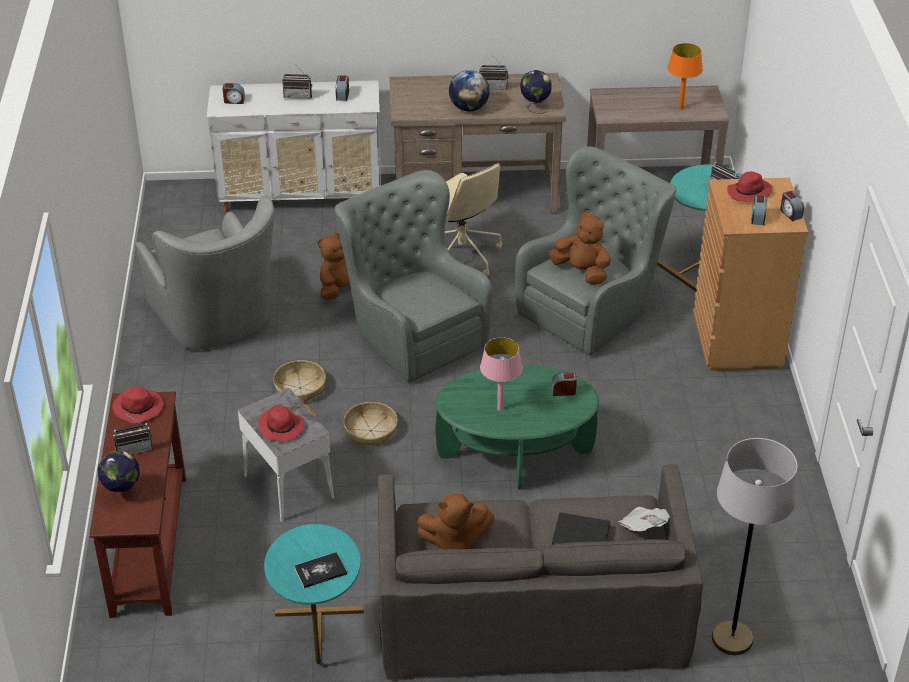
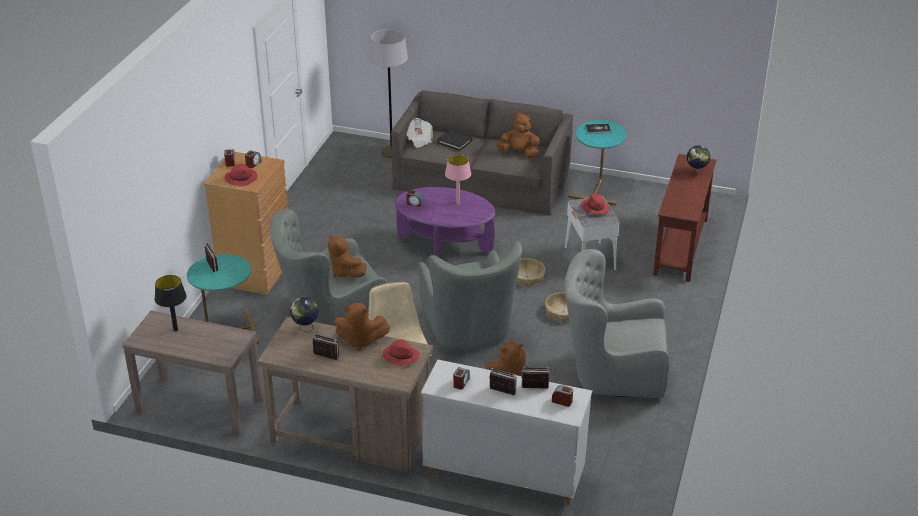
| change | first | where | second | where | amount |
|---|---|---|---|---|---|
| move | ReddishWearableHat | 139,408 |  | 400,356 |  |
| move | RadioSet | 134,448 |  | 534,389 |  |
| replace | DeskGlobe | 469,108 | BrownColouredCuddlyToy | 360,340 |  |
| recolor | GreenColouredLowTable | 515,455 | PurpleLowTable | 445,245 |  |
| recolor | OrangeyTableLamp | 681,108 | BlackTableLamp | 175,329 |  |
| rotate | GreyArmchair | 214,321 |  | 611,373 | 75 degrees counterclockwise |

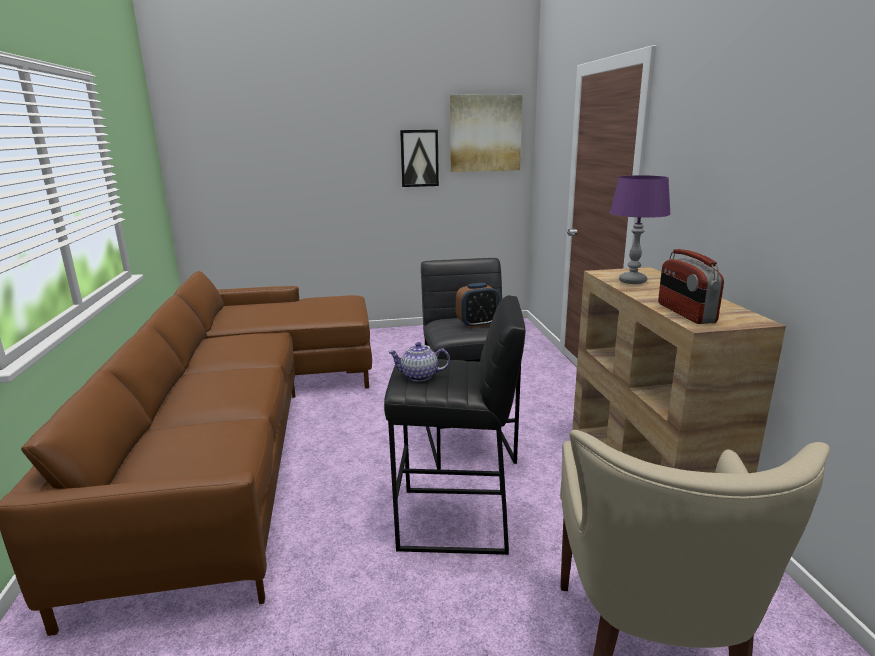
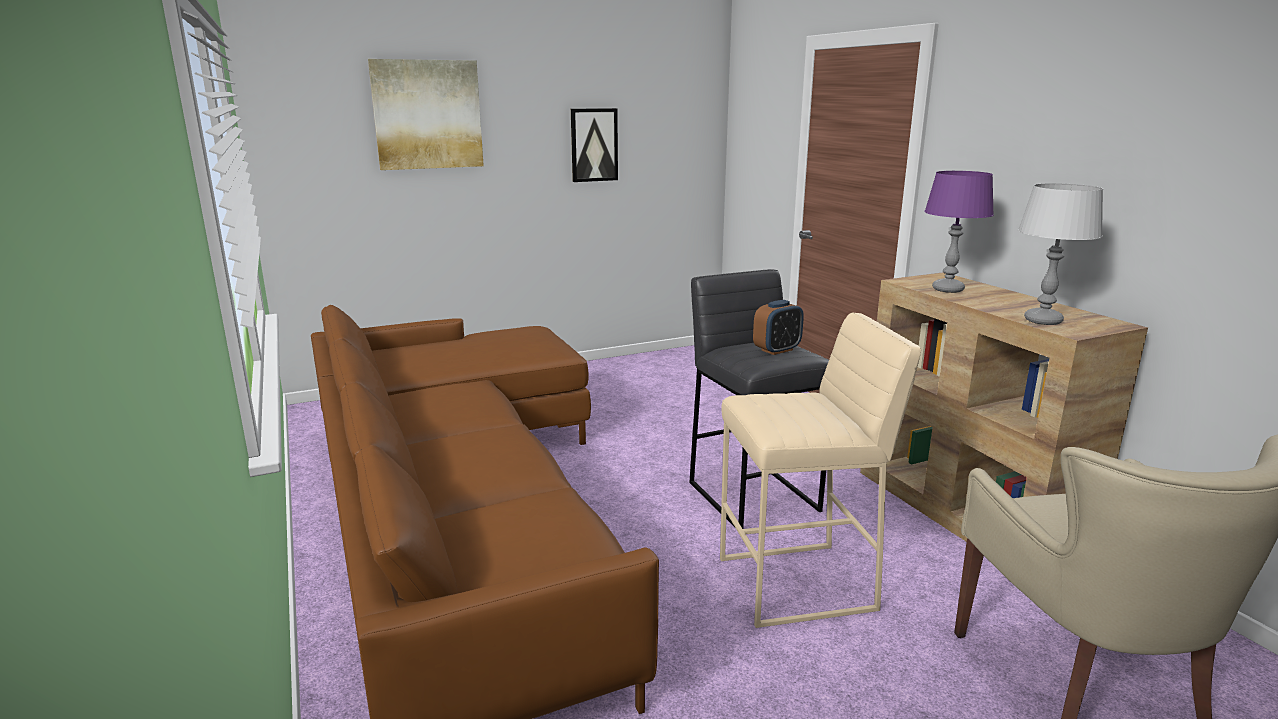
| change | first | where | second | where | amount |
|---|---|---|---|---|---|
| delete | TeaPot | 419,376 |  |  |  |
| move | WallPicture | 485,133 |  | 427,115 |  |
| replace | RadioSet | 685,313 | GreyTableLamp | 1043,321 |  |
| recolor | BlackSittingStool | 456,520 | SandColouredSittingStool | 798,583 |  |

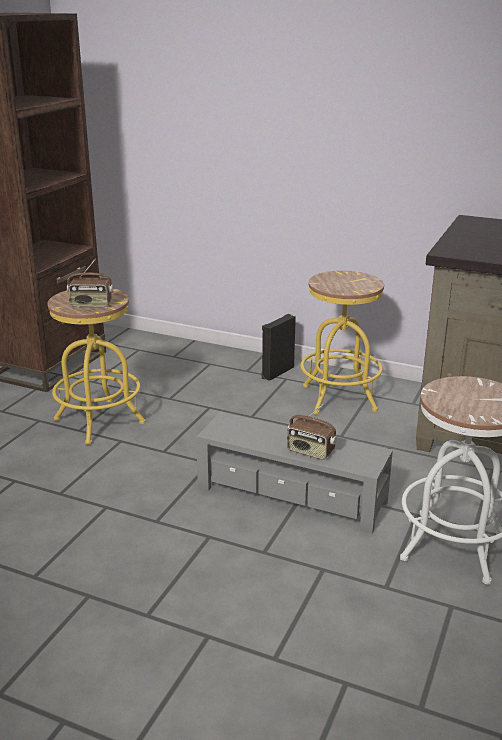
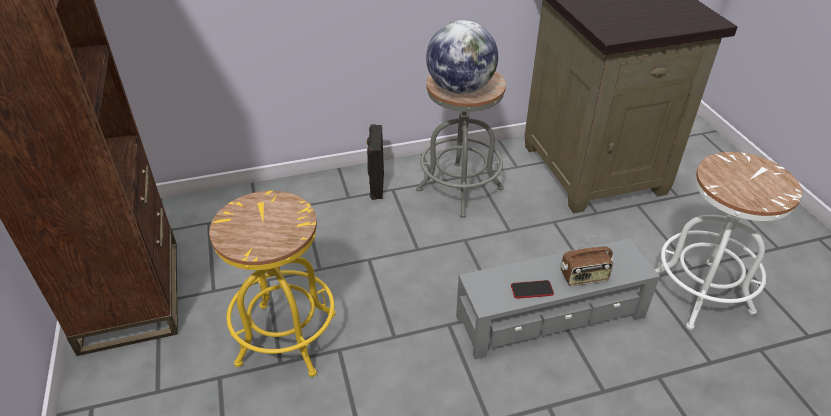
| change | first | where | second | where | amount |
|---|---|---|---|---|---|
| delete | RadioSet | 91,305 |  |  |  |
| insert |  |  | DeskGlobe | 460,89 |  |
| insert |  |  | Handset | 532,290 |  |
| recolor | YellowishSittingStool | 339,398 | GreySittingStool | 459,189 |  |

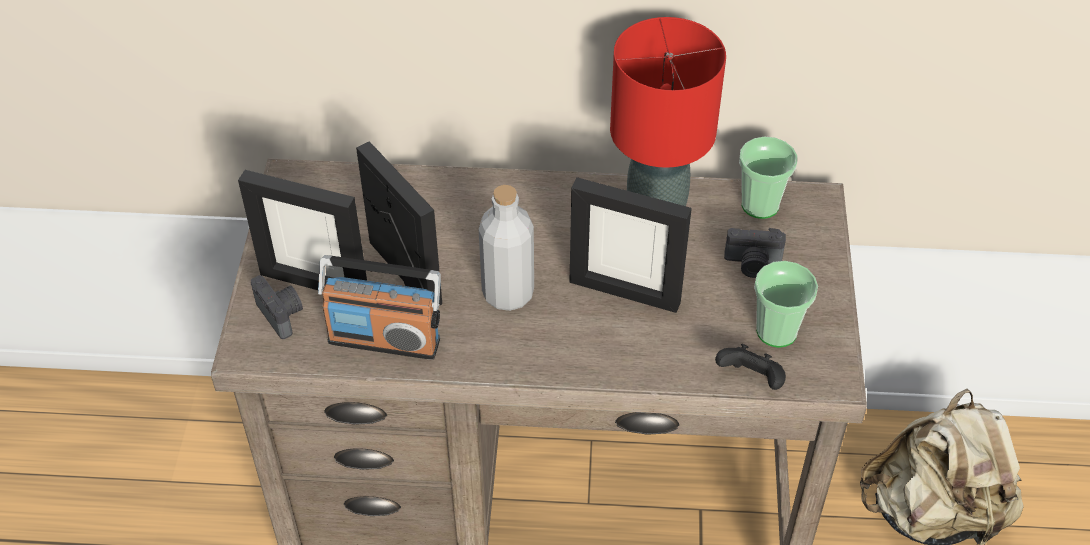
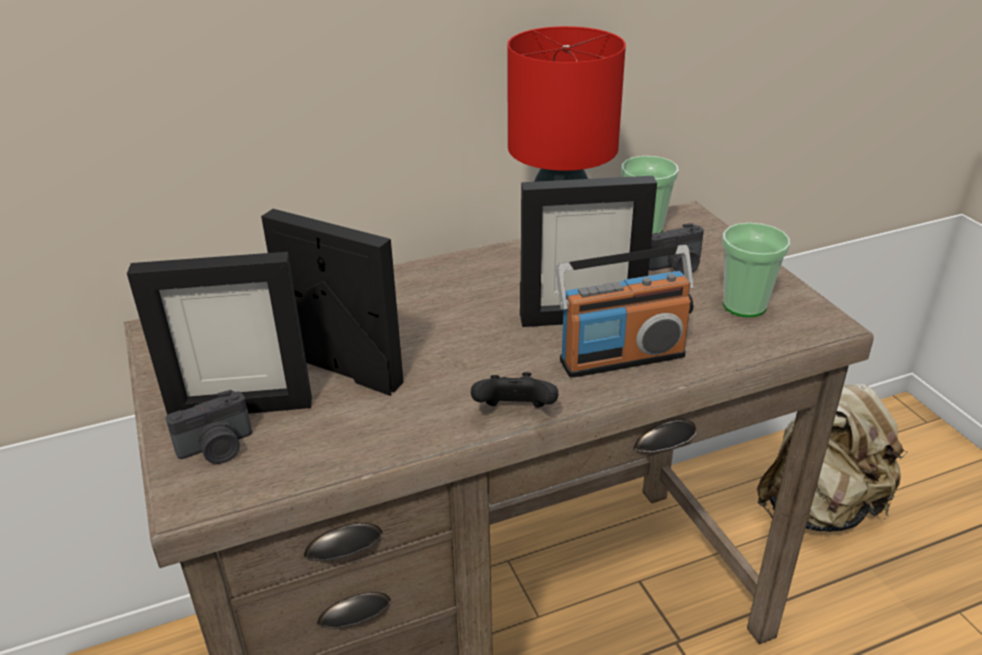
| change | first | where | second | where | amount |
|---|---|---|---|---|---|
| delete | GreyBottle | 508,293 |  |  |  |
| move | RadioSet | 384,339 |  | 621,357 |  |
| move | BlackGameController | 751,379 |  | 515,413 |  |
| rotate | StillCamera | 282,314 |  | 217,449 | 120 degrees clockwise |

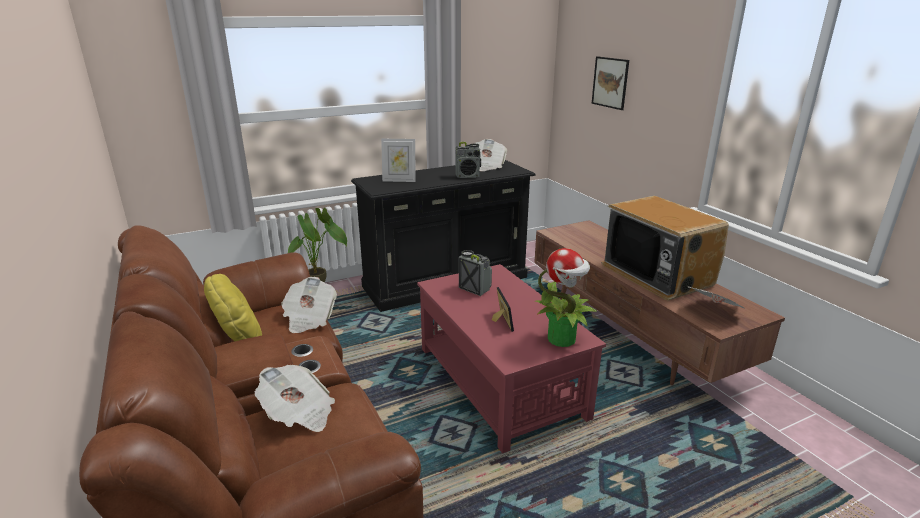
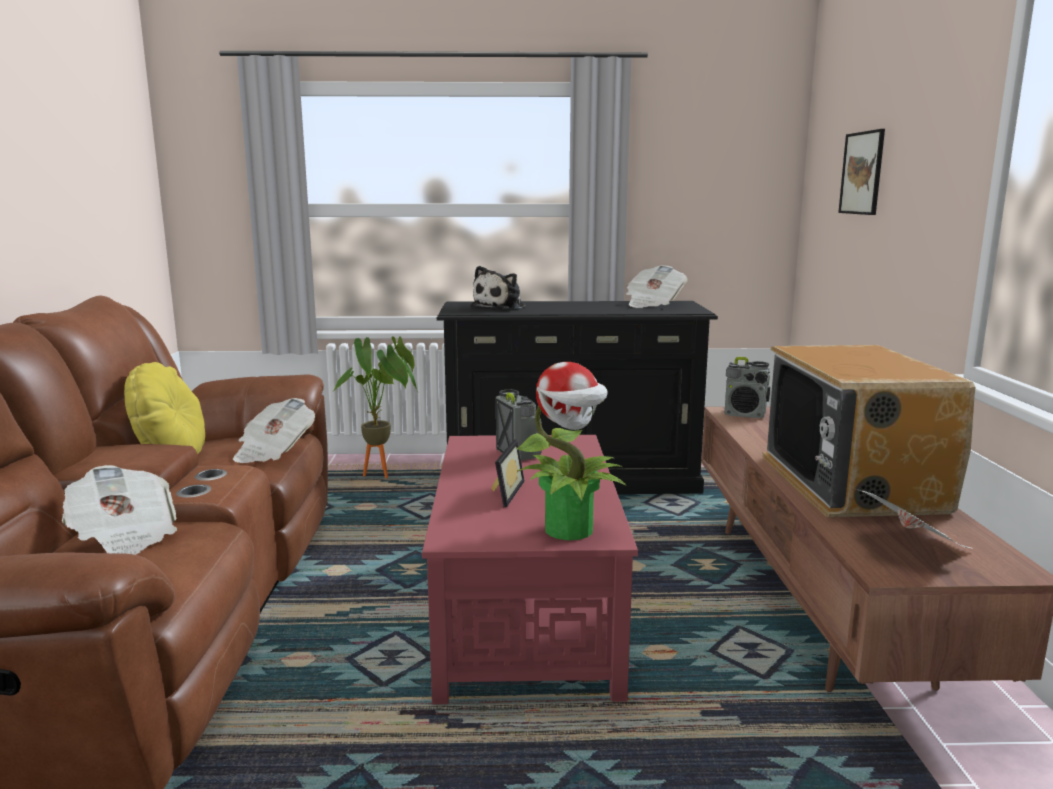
| change | first | where | second | where | amount |
|---|---|---|---|---|---|
| move | RadioSet | 468,176 |  | 745,415 |  |
| replace | PhotoFrame | 399,180 | CuddlyToy | 501,306 |  |

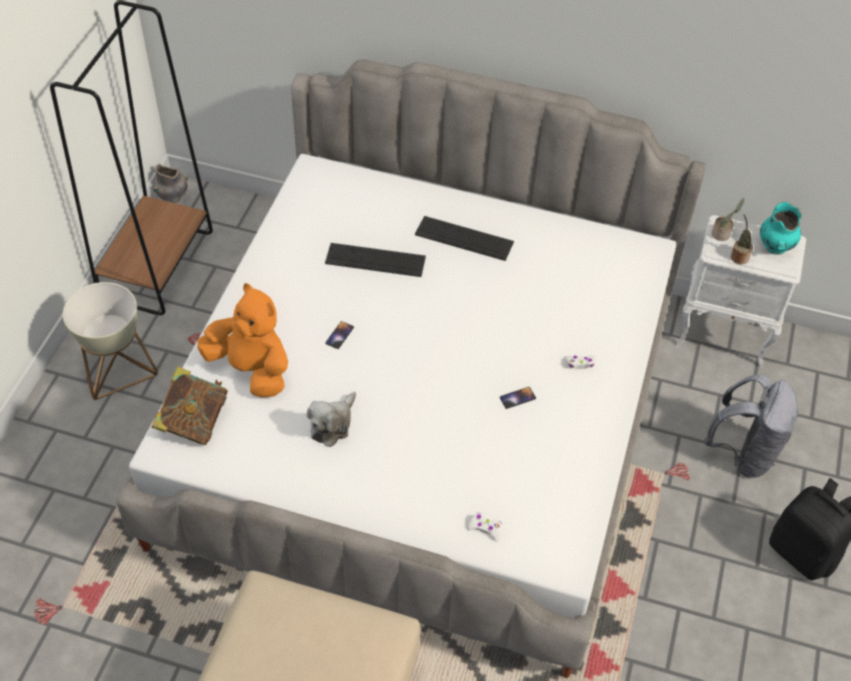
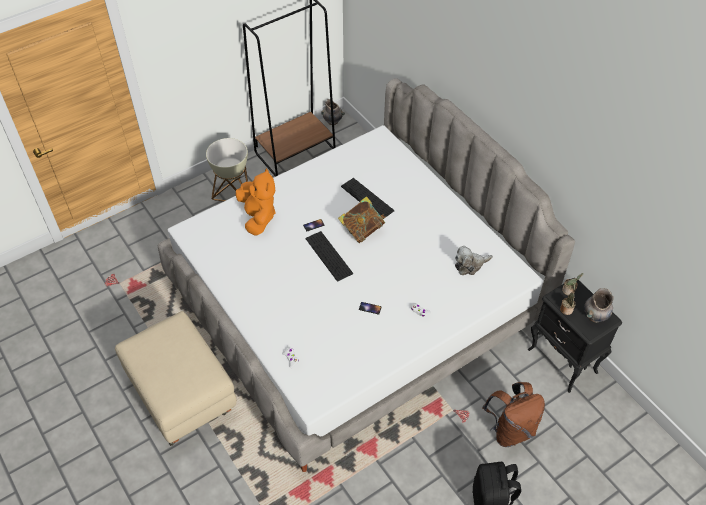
| change | first | where | second | where | amount |
|---|---|---|---|---|---|
| move | Book | 193,422 |  | 362,230 |  |
| move | CuddlyToy | 332,424 |  | 470,265 |  |
| move | PcKeyboard | 464,238 |  | 329,256 |  |
| recolor | WhiteColouredNightstand | 723,336 | BlackNightstand | 563,361 |  |
| recolor | GreyRucksack | 743,452 | BrownColouredRucksack | 510,429 |  |
| recolor | BlueGreenDecorativeVase | 775,247 | GreyDecorativeVase | 594,316 |  |

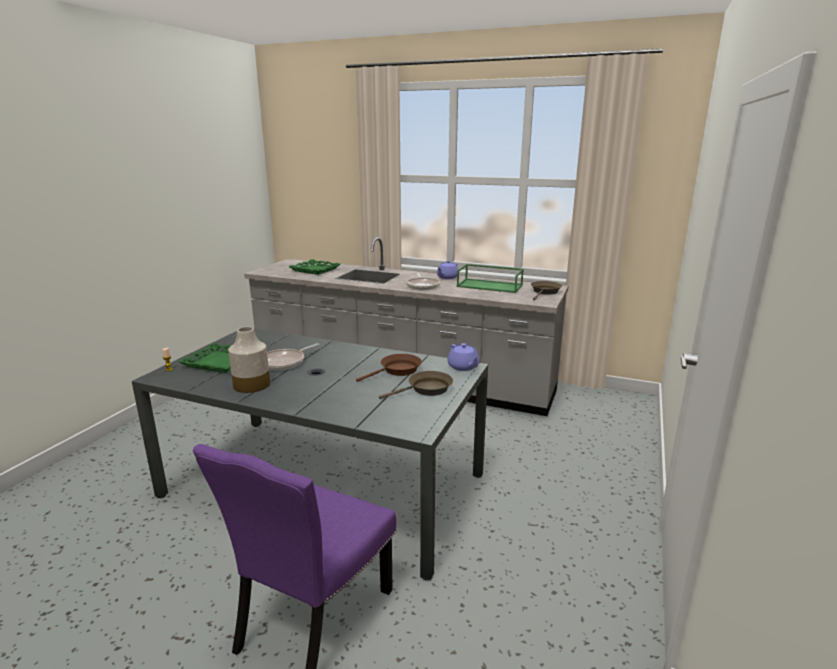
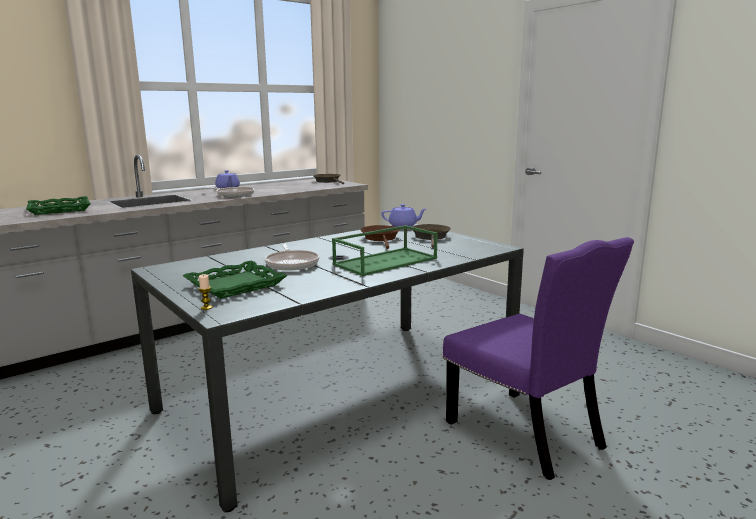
| change | first | where | second | where | amount |
|---|---|---|---|---|---|
| delete | SandColouredDecorativeVase | 252,384 |  |  |  |
| move | GreenColouredCarryingTray | 490,286 |  | 386,261 |  |

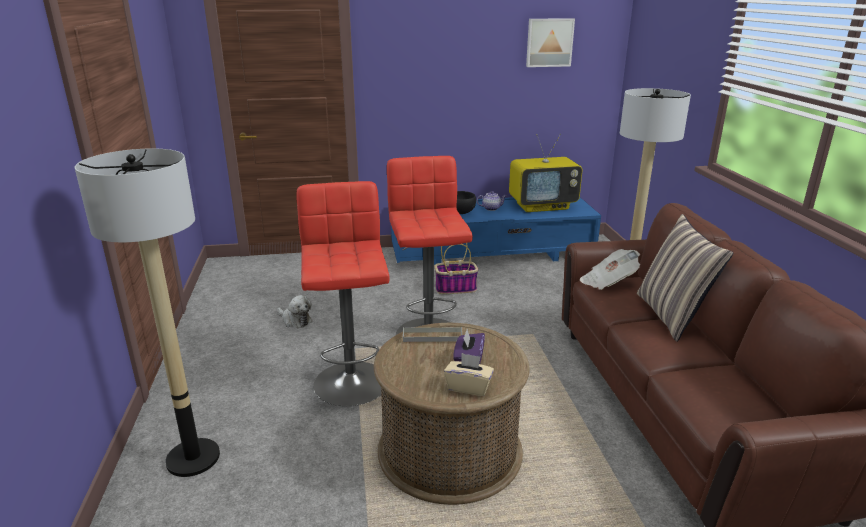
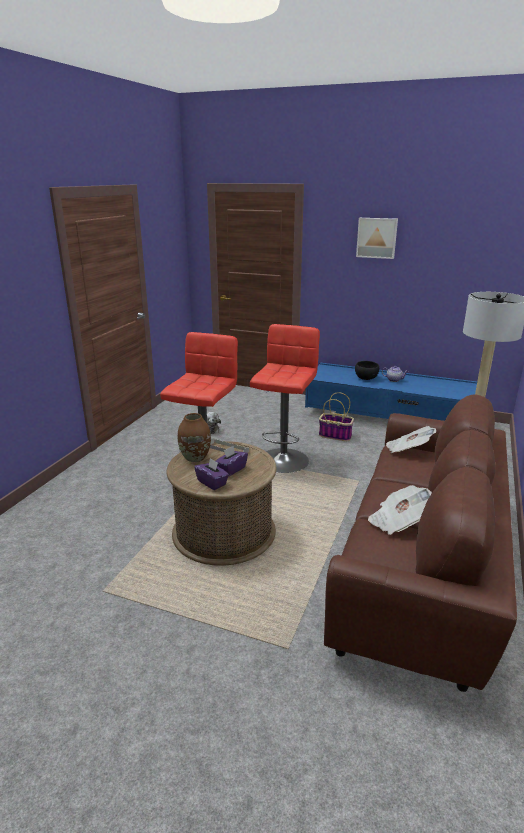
| change | first | where | second | where | amount |
|---|---|---|---|---|---|
| delete | StandingLamp | 193,458 |  |  |  |
| delete | Tv | 542,206 |  |  |  |
| delete | ThrowPillow | 672,316 |  |  |  |
| insert |  |  | BrownColouredDecorativeVase | 195,458 |  |
| insert |  |  | Newspaper | 398,522 |  |
| move | WallPicture | 549,42 |  | 376,238 |  |
| recolor | SandColouredTissueHolder | 468,387 | PurpleTissueHolder | 212,482 |  |

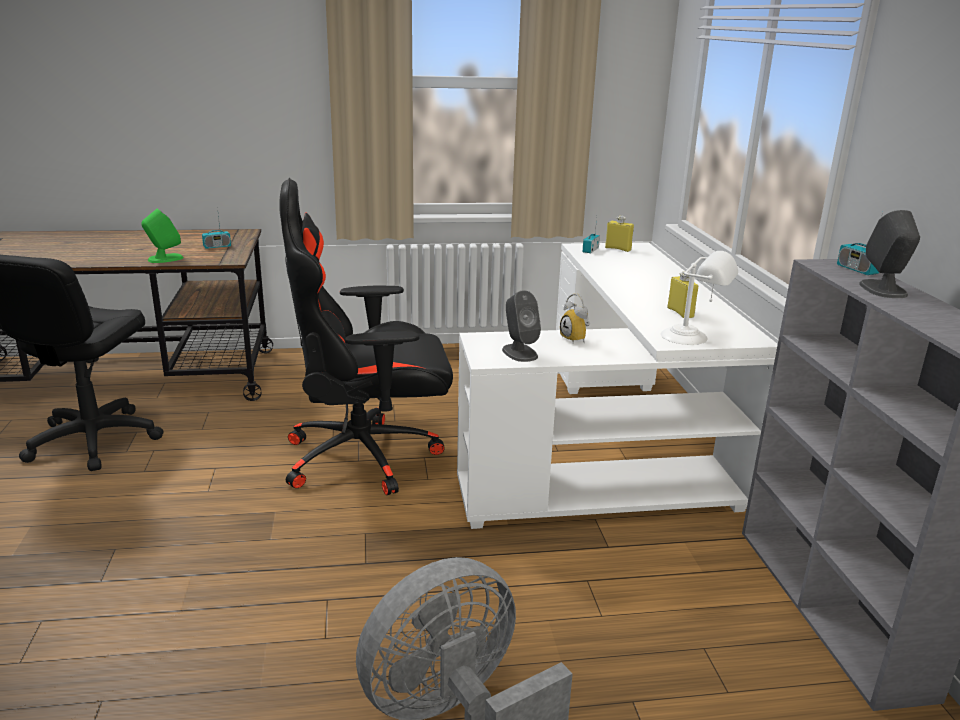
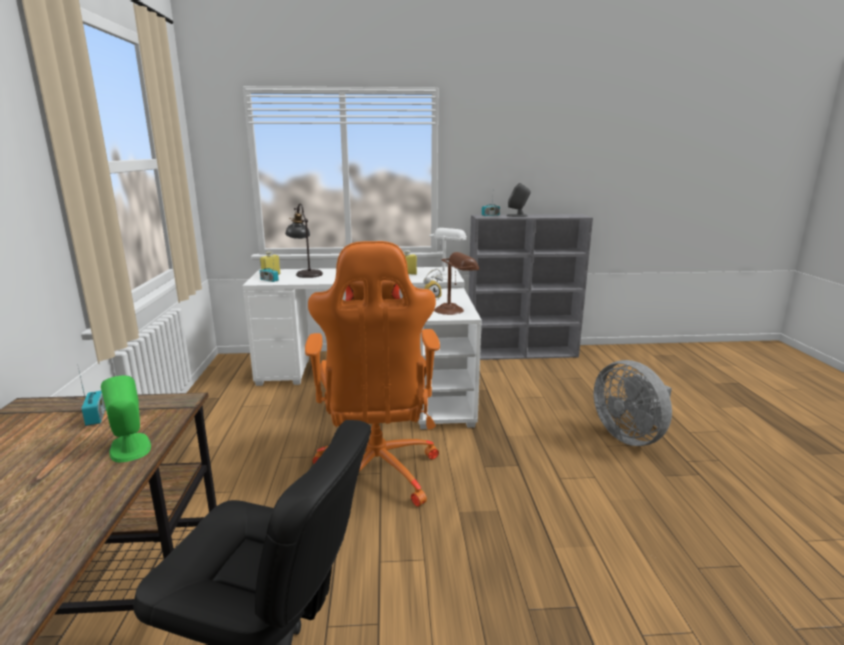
| change | first | where | second | where | amount |
|---|---|---|---|---|---|
| insert |  |  | GreyTableLamp | 304,272 |  |
| replace | GreyAudioSpeaker | 519,353 | BrownColouredTableLamp | 454,309 |  |
| recolor | BlackDeskChair | 373,457 | OrangeyDeskChair | 377,466 |  |

